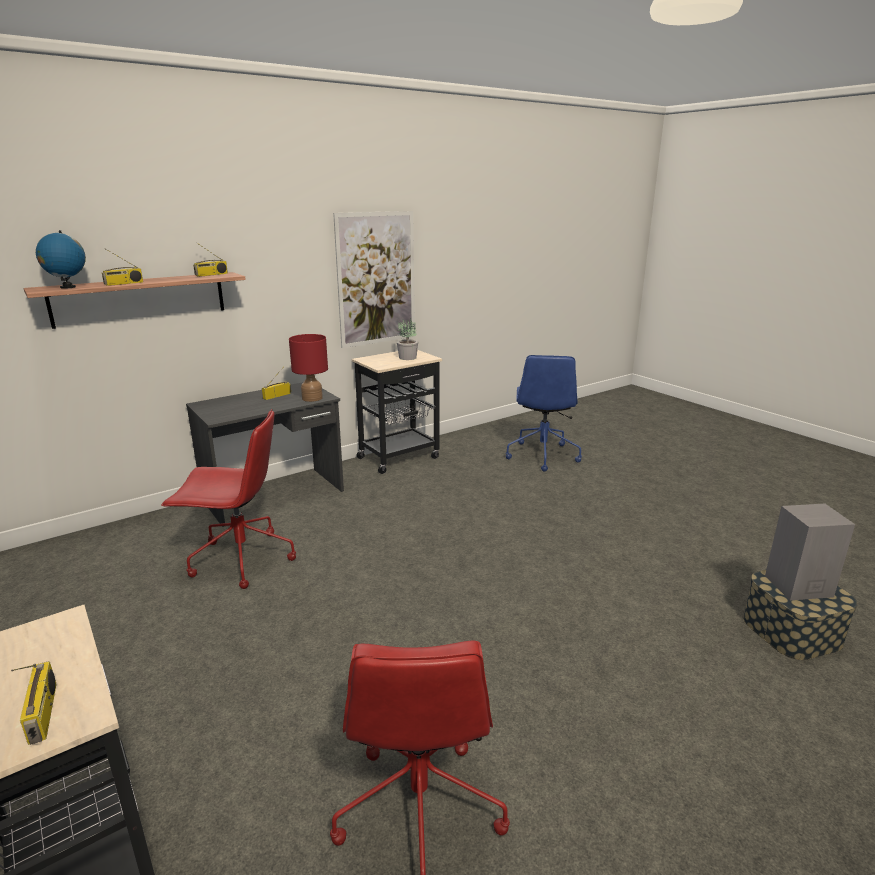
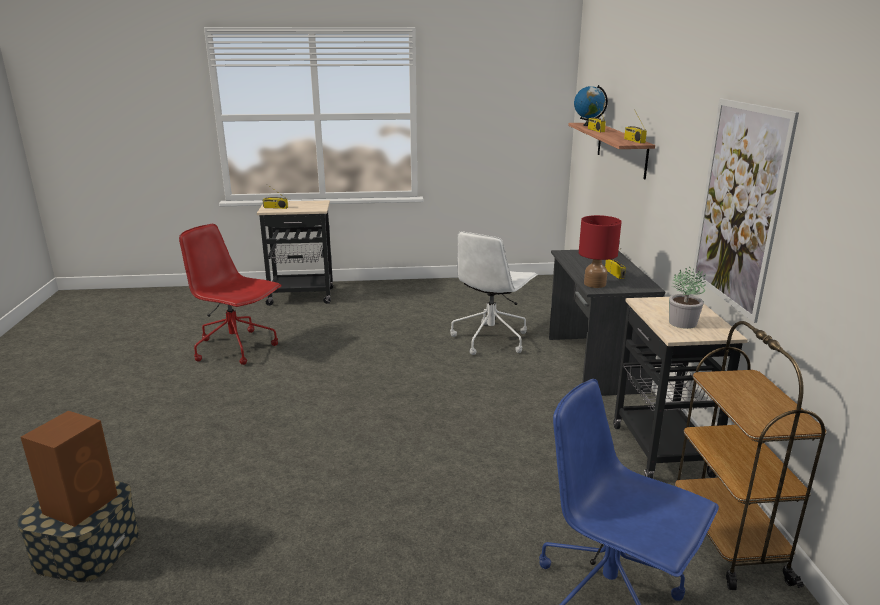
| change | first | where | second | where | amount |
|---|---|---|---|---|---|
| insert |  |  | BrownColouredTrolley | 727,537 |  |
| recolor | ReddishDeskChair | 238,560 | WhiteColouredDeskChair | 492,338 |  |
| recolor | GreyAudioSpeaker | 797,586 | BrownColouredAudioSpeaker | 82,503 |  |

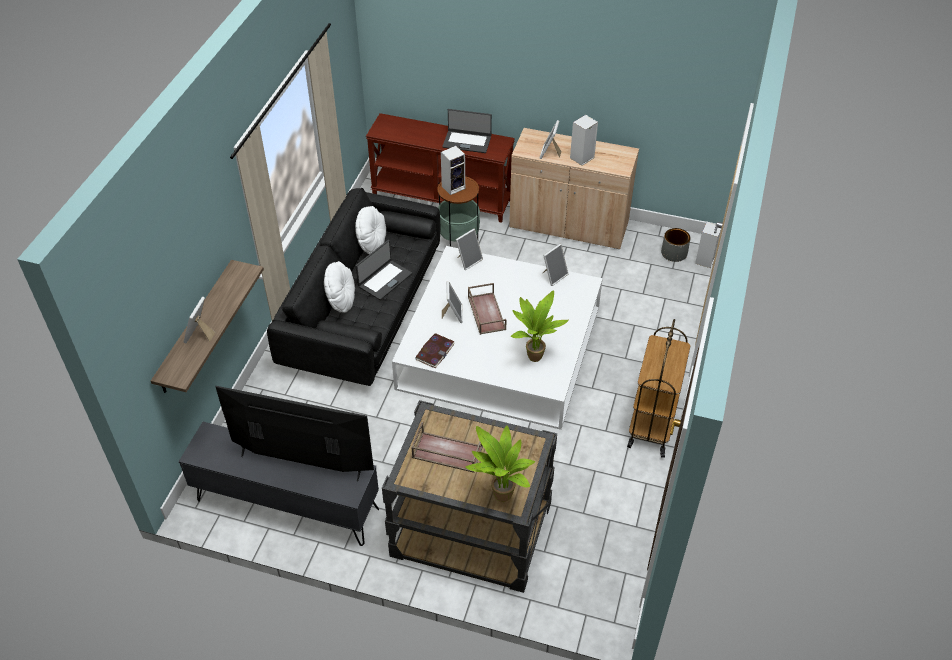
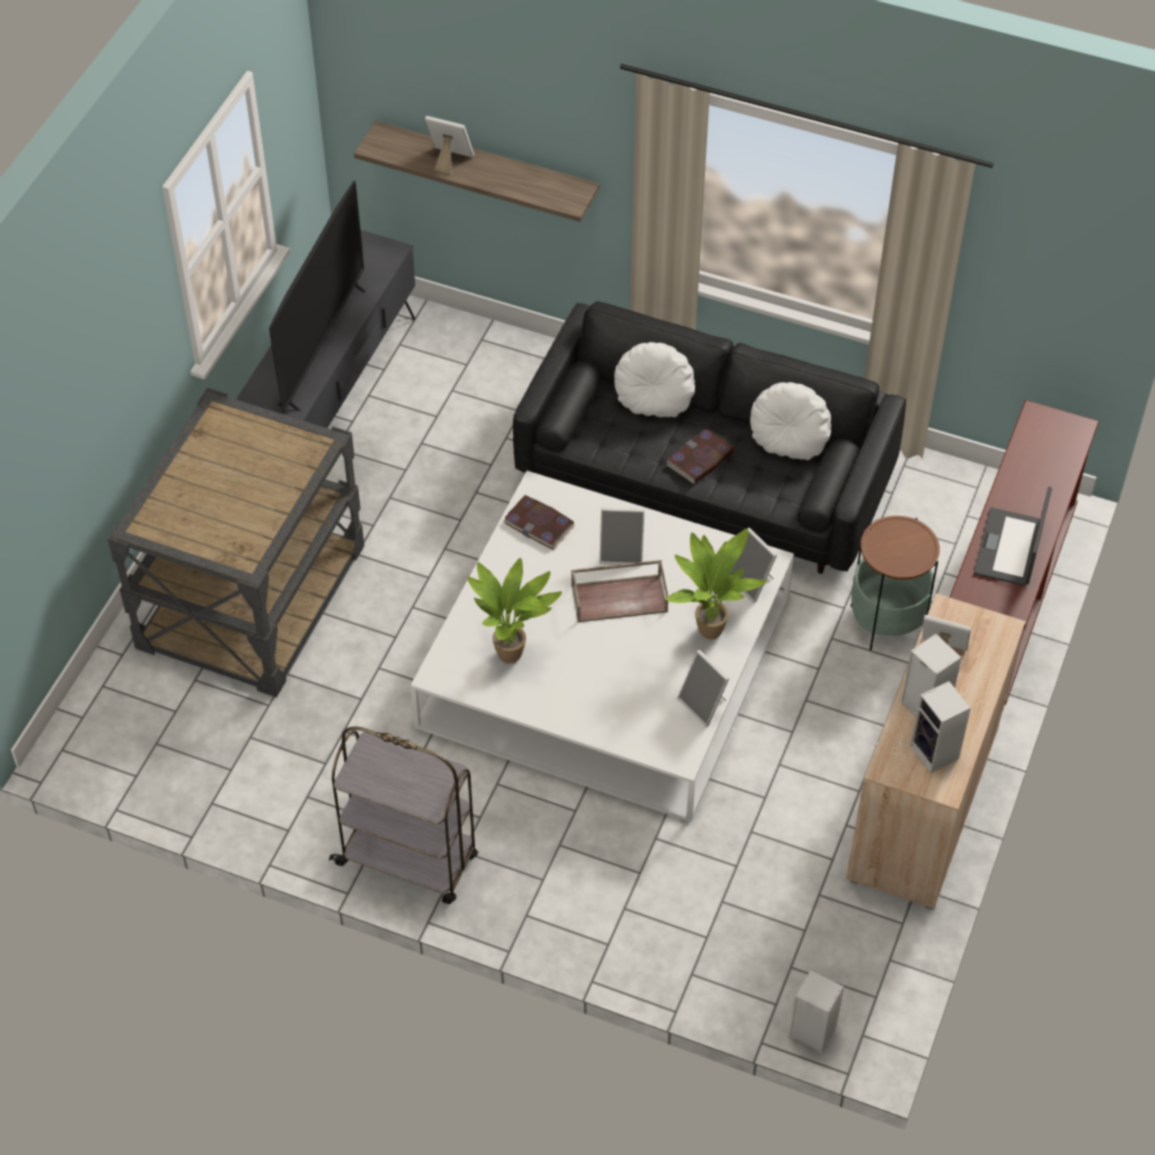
| change | first | where | second | where | amount |
|---|---|---|---|---|---|
| delete | BrownColouredCarryingTray | 446,452 |  |  |  |
| delete | GreyPlanter | 673,253 |  |  |  |
| move | AudioSpeaker | 454,187 |  | 936,753 |  |
| move | PottedPlant | 500,497 |  | 708,628 |  |
| replace | Laptop | 384,280 | Book | 700,459 |  |
| recolor | BrownColouredTrolley | 652,422 | GreyTrolley | 408,861 |  |

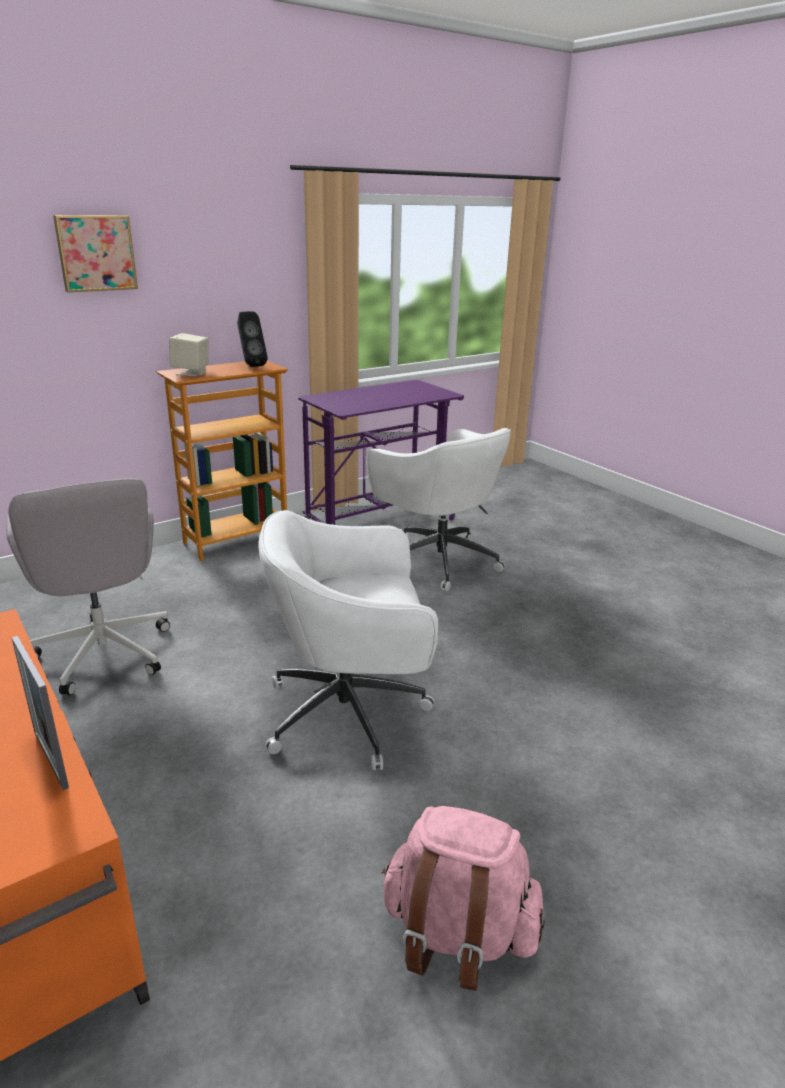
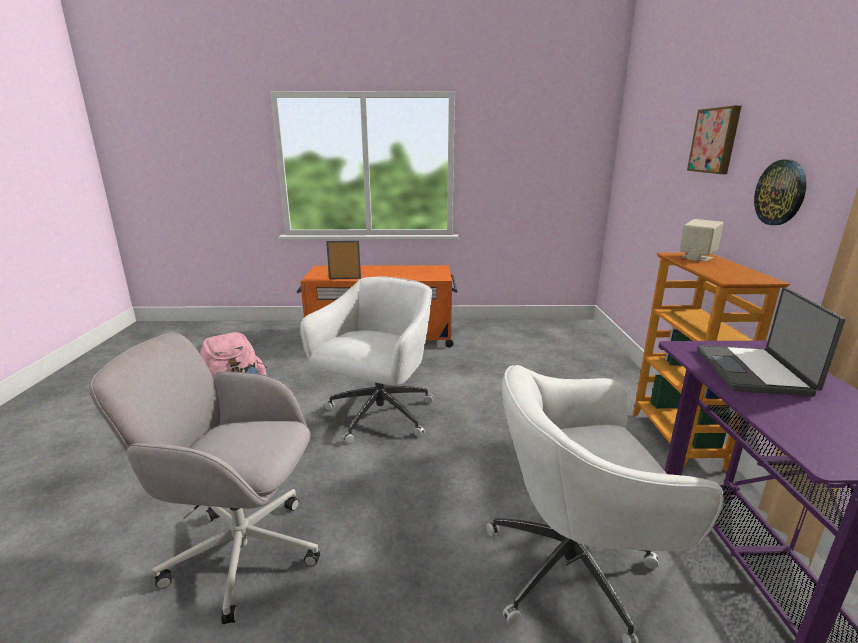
| change | first | where | second | where | amount |
|---|---|---|---|---|---|
| delete | BlackAudioSpeaker | 251,366 |  |  |  |
| insert |  |  | Laptop | 754,371 |  |
| insert |  |  | WallClock | 780,192 |  |
| move | GreyDeskChair | 104,654 |  | 242,553 |  |

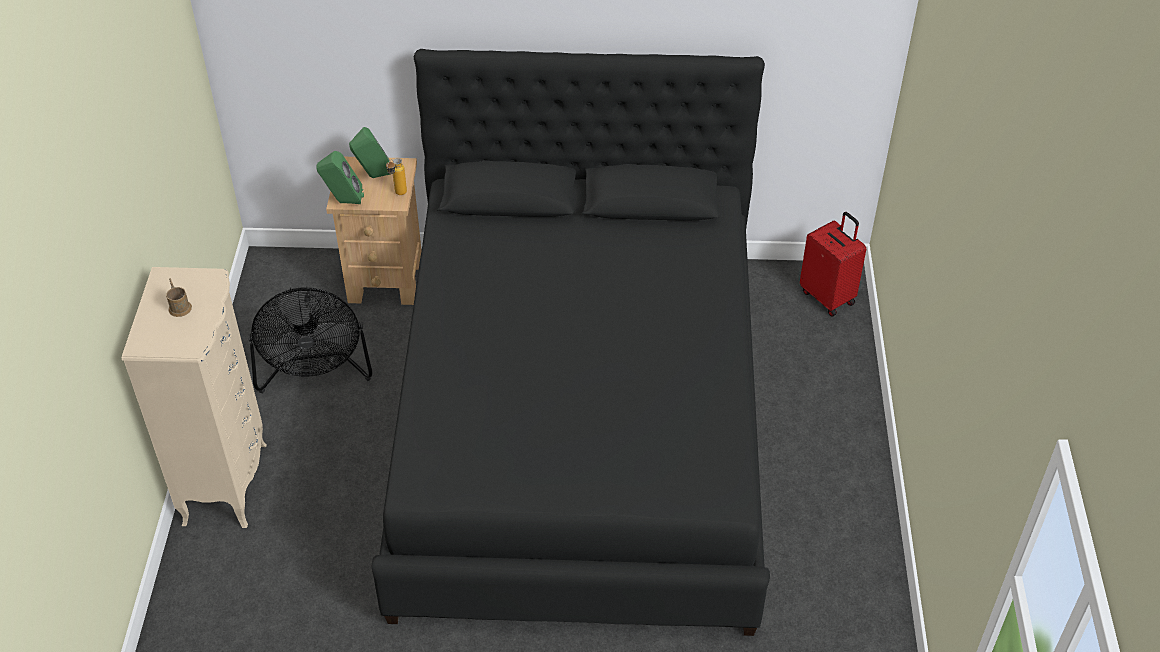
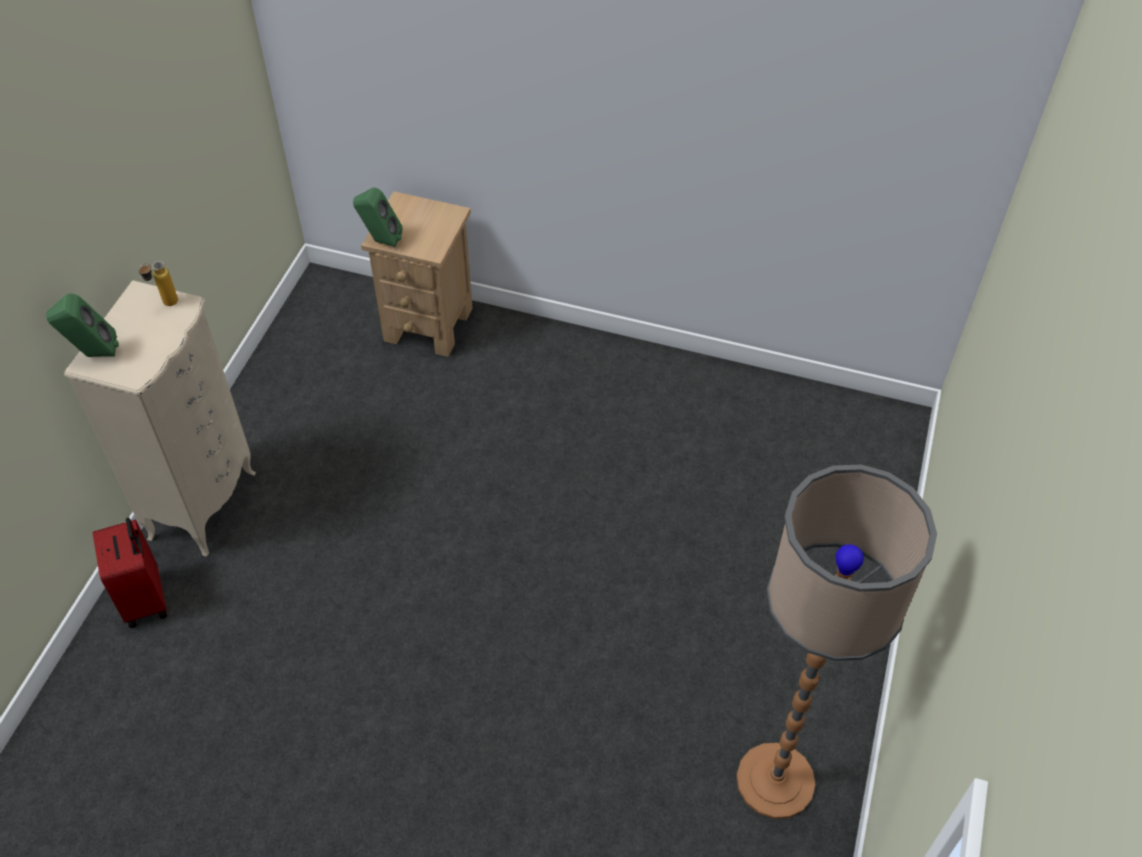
| change | first | where | second | where | amount |
|---|---|---|---|---|---|
| delete | BrownColouredCoffeeMug | 179,306 |  |  |  |
| delete | BlackElectricFan | 310,369 |  |  |  |
| delete | BlackBed | 580,425 |  |  |  |
| insert |  |  | StandingLamp | 775,781 |  |
| move | GreenColouredAudioSpeaker | 374,176 |  | 93,354 |  |
| move | Bottle | 398,194 |  | 165,304 |  |
| move | ReddishTravelCase | 828,296 |  | 146,599 |  |

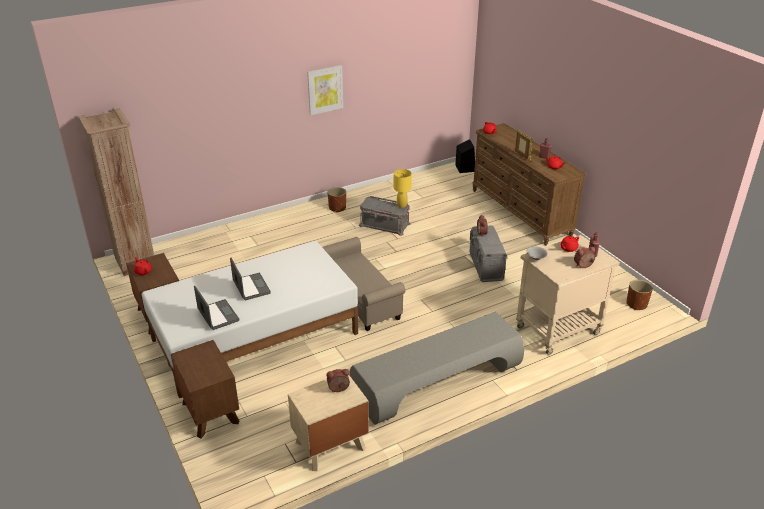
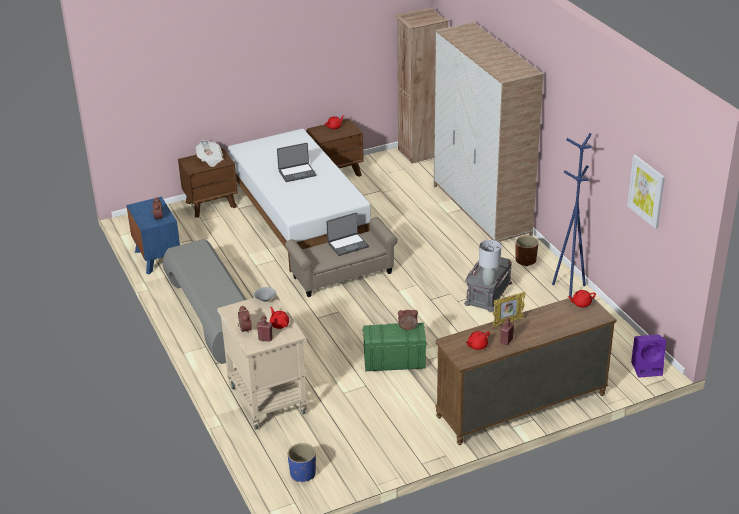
| change | first | where | second | where | amount |
|---|---|---|---|---|---|
| insert |  |  | Newspaper | 210,160 |  |
| insert |  |  | WhiteColouredClothesCupboard | 482,211 |  |
| insert |  |  | BlueColouredGarmentStand | 569,290 |  |
| move | Laptop | 217,315 |  | 347,245 |  |
| move | WallPicture | 325,89 |  | 646,191 |  |
| recolor | SandColouredNightstand | 330,446 | BlueColouredNightstand | 157,258 |  |
| recolor | YellowishTableLamp | 402,205 | GreyTableLamp | 488,282 |  |
| recolor | BlackAudioSpeaker | 465,168 | PurpleAudioSpeaker | 647,368 |  |
| recolor | GreyStorageContainer | 486,267 | GreenColouredStorageContainer | 394,362 |  |
| recolor | BrownColouredPlanter | 636,304 | BlueColouredPlanter | 302,474 |  |

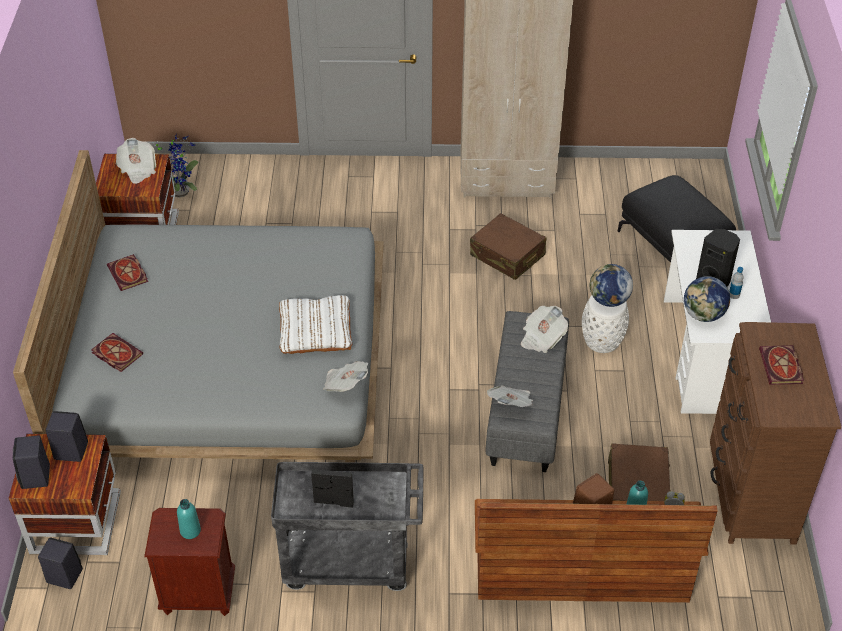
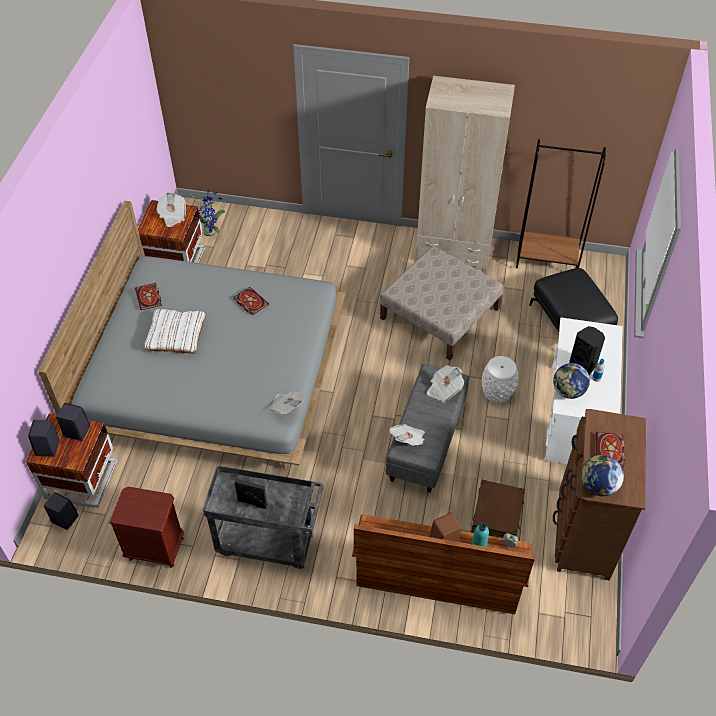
| change | first | where | second | where | amount |
|---|---|---|---|---|---|
| delete | BlueGreenBottle | 190,531 |  |  |  |
| insert |  |  | GarmentStand | 547,260 |  |
| move | Book | 115,354 |  | 250,302 |  |
| move | WhiteColouredThrowPillow | 315,329 |  | 176,334 |  |
| move | DeskGlobe | 608,300 |  | 597,486 |  |
| replace | BrownColouredTravelCase | 507,255 | SandColouredFootrest | 440,314 |  |

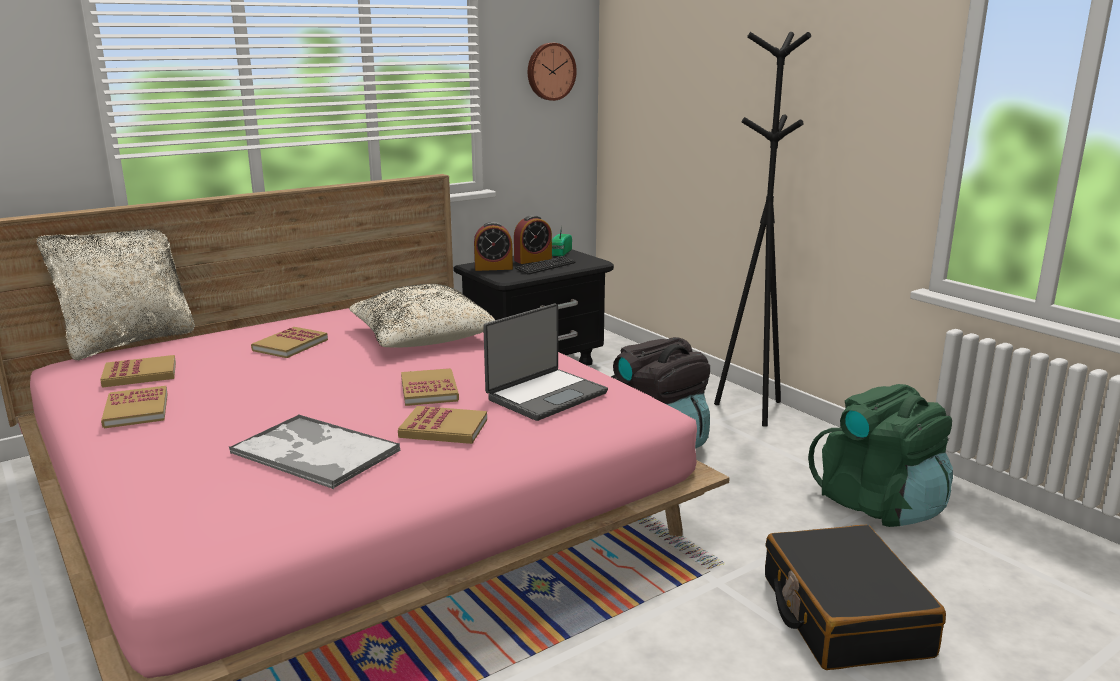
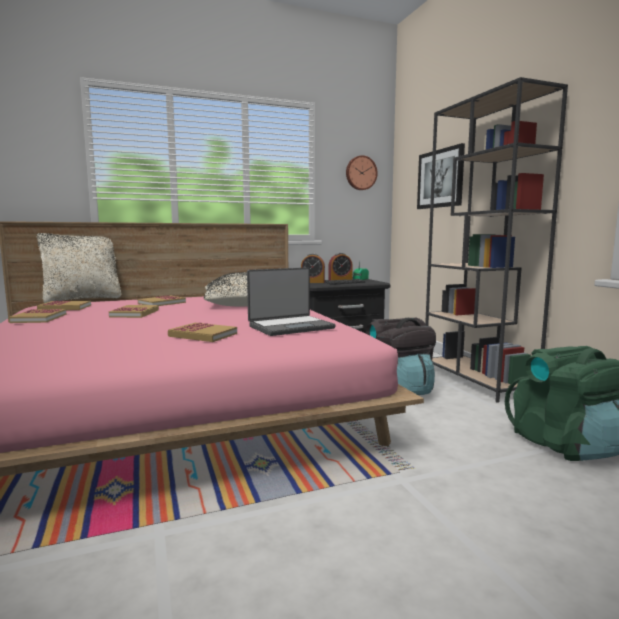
| change | first | where | second | where | amount |
|---|---|---|---|---|---|
| delete | CarryingTray | 314,452 |  |  |  |
| delete | BlackTravelCase | 843,615 |  |  |  |
| insert |  |  | WallPicture | 440,178 |  |
| move | Book | 429,390 |  | 135,313 |  |
| replace | BlackGarmentStand | 753,410 | Bookcase | 477,380 |  |

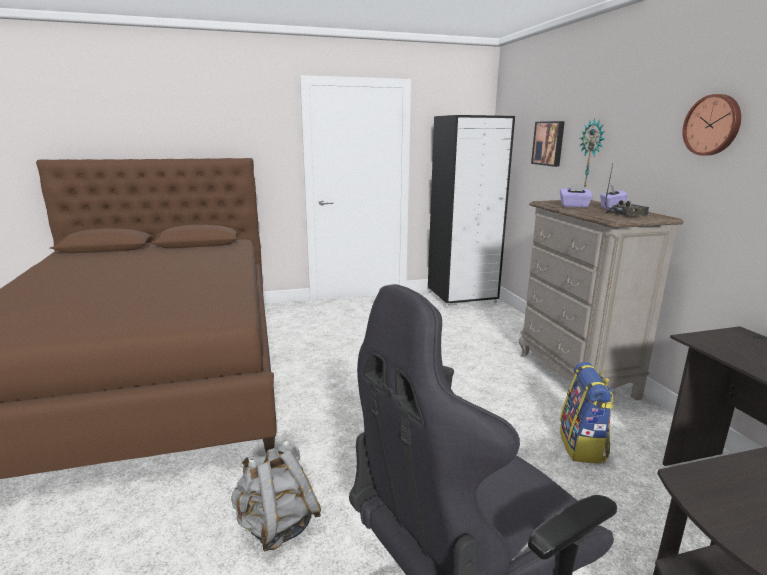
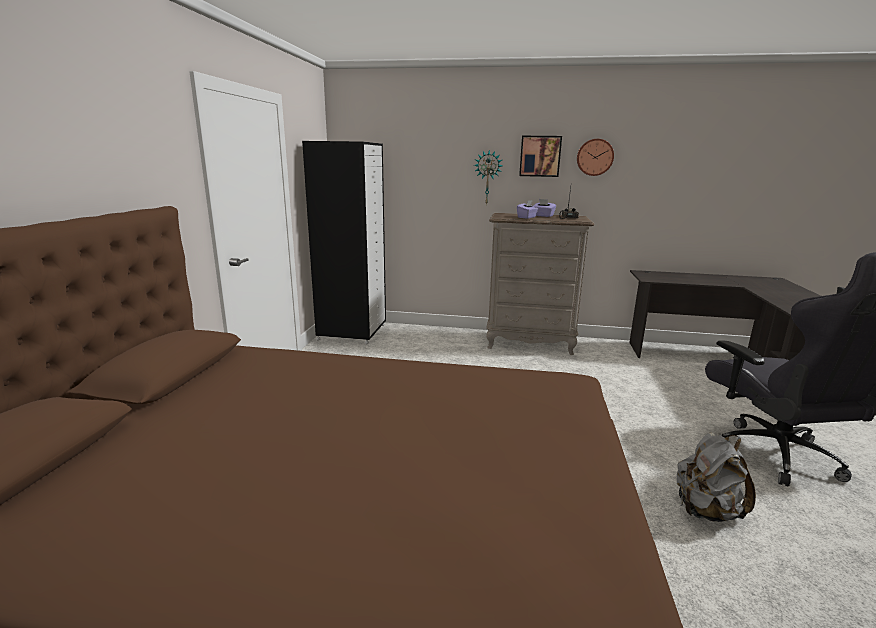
| change | first | where | second | where | amount |
|---|---|---|---|---|---|
| delete | Rucksack | 583,446 |  |  |  |
| move | WallPicture | 549,143 |  | 540,156 |  |

